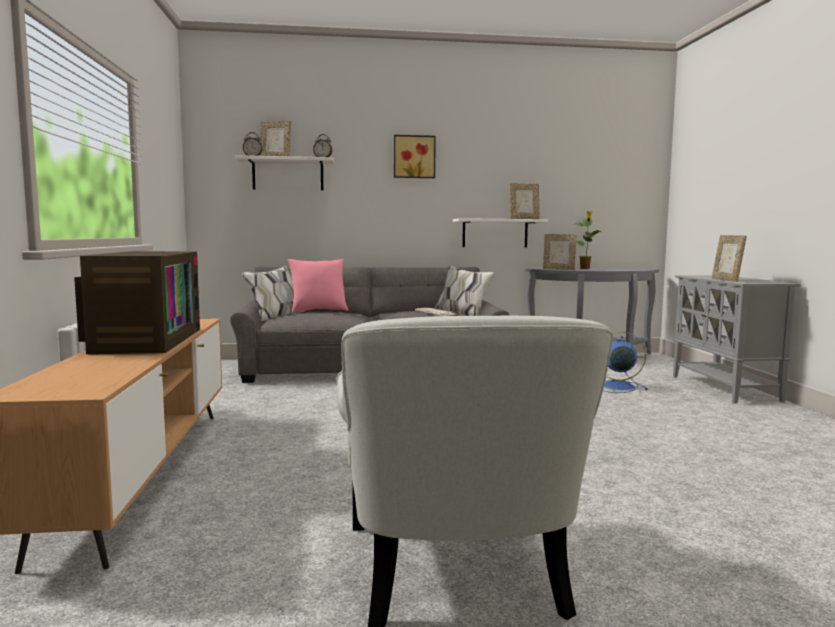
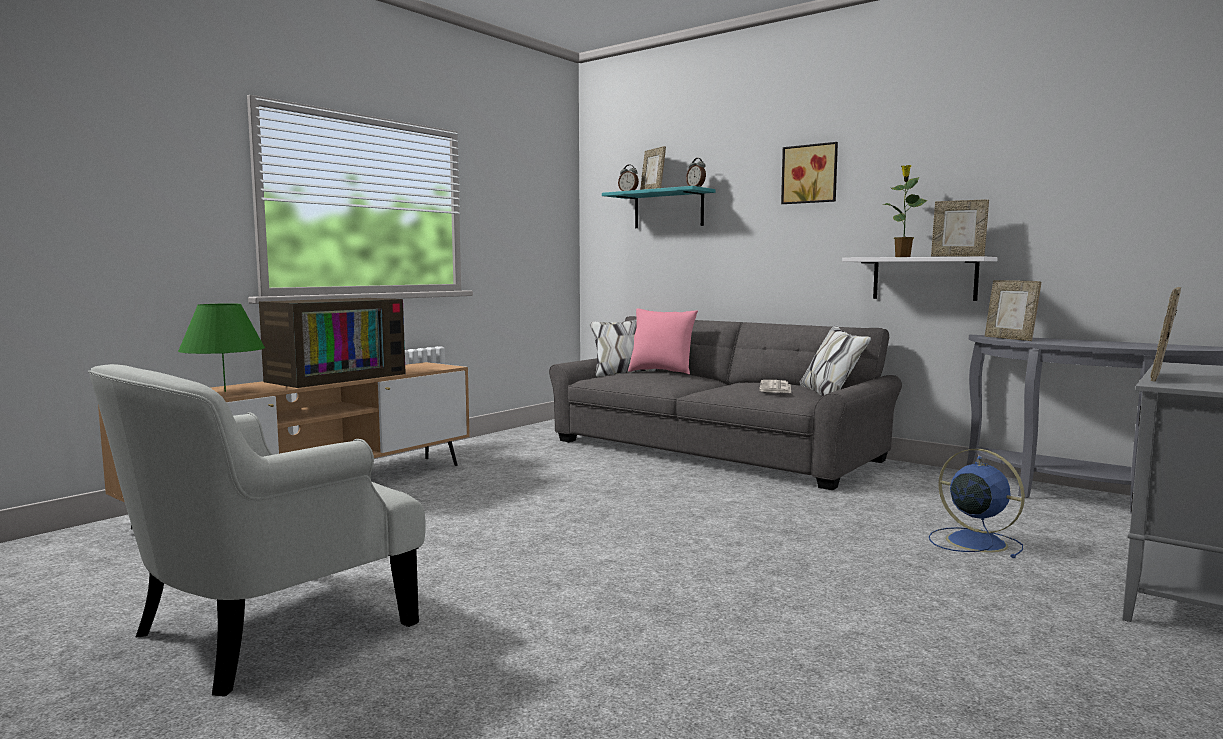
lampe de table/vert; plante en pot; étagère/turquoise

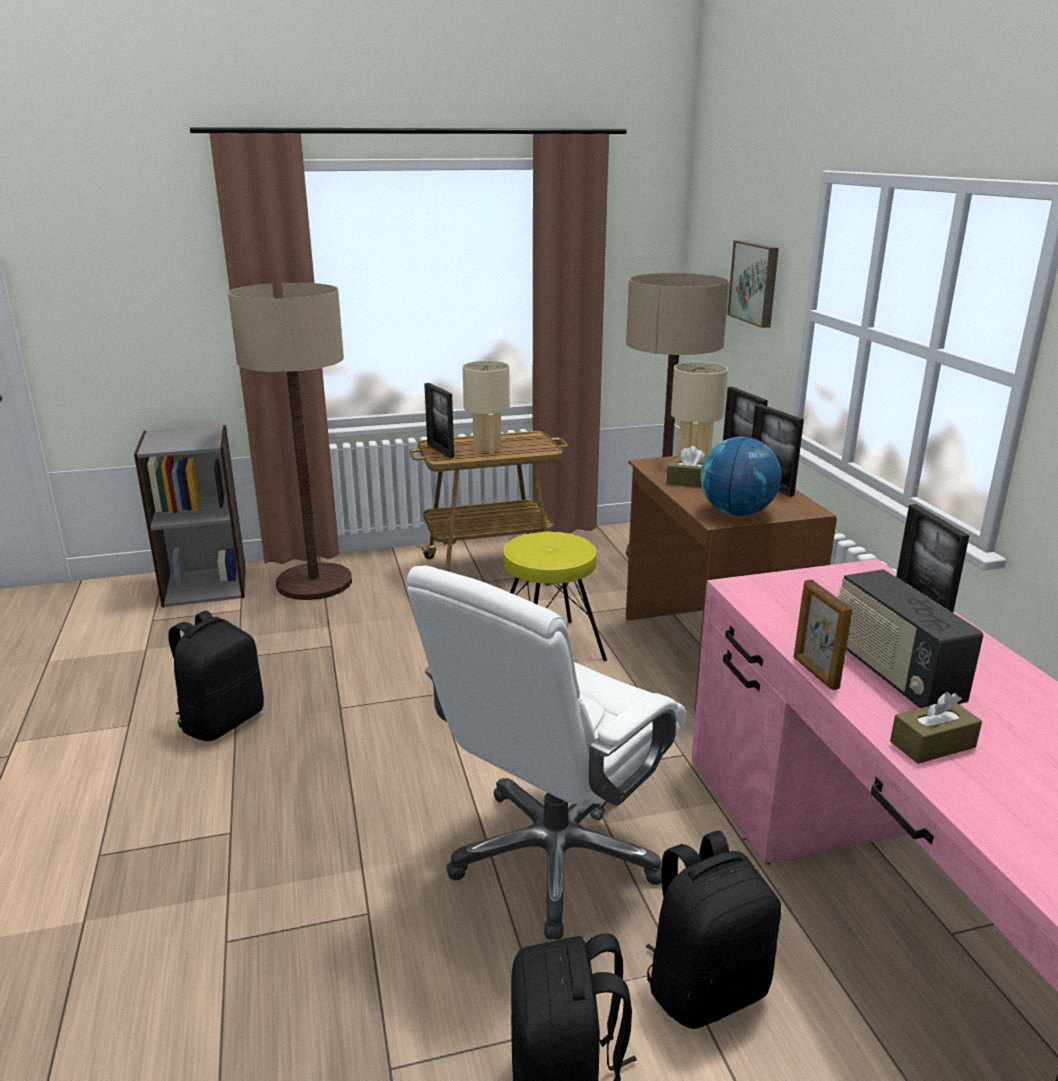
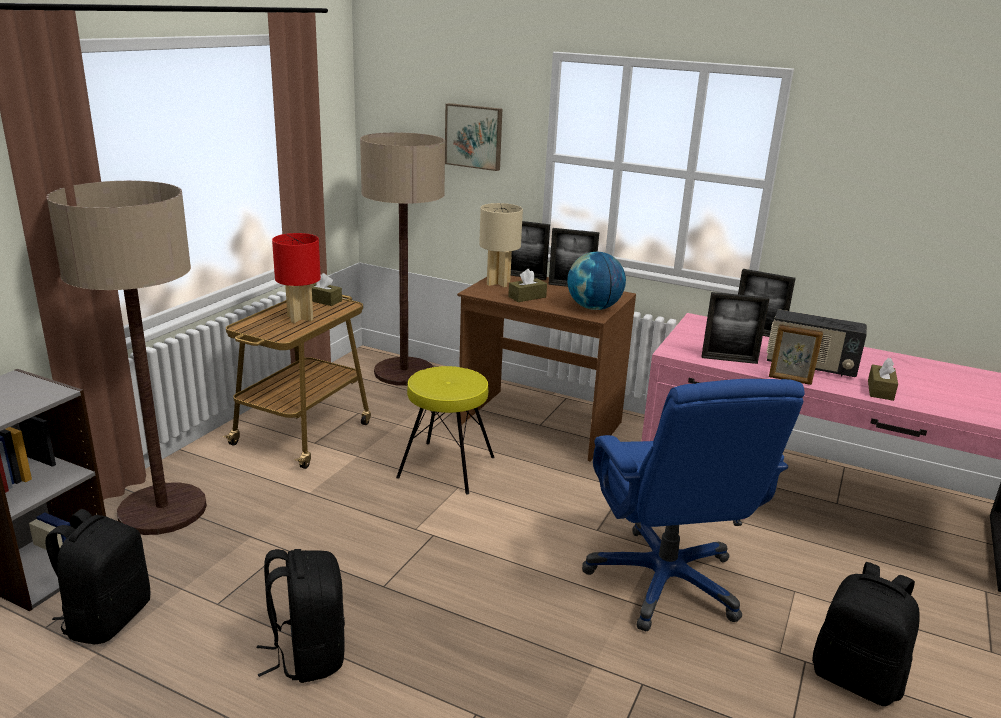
boîte à mouchoirs/marron (no. 1 from left); cadre photo (no. 3 from left); sac à dos/noir (no. 1 from left); chaise de bureau/bleu; lampe de table/rouge

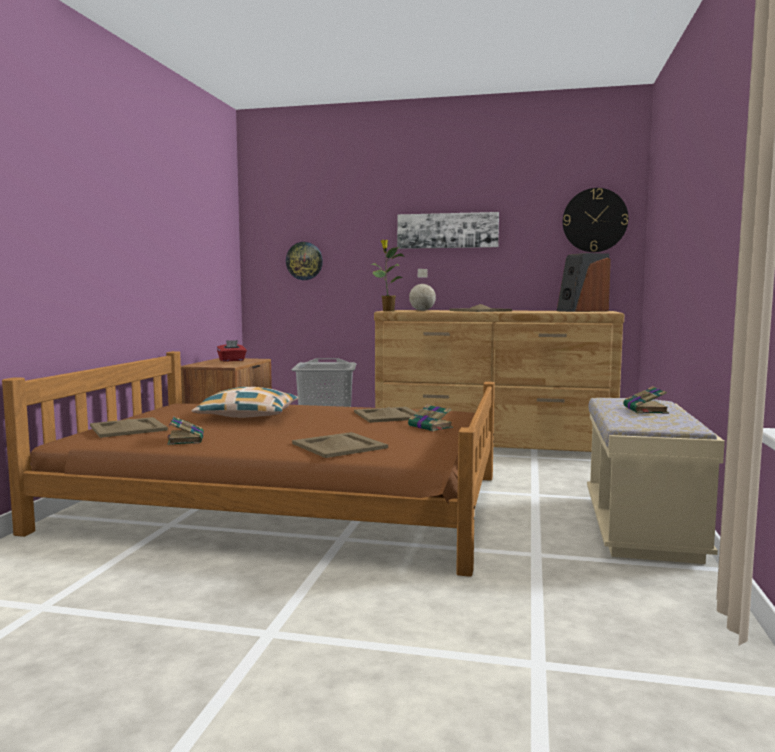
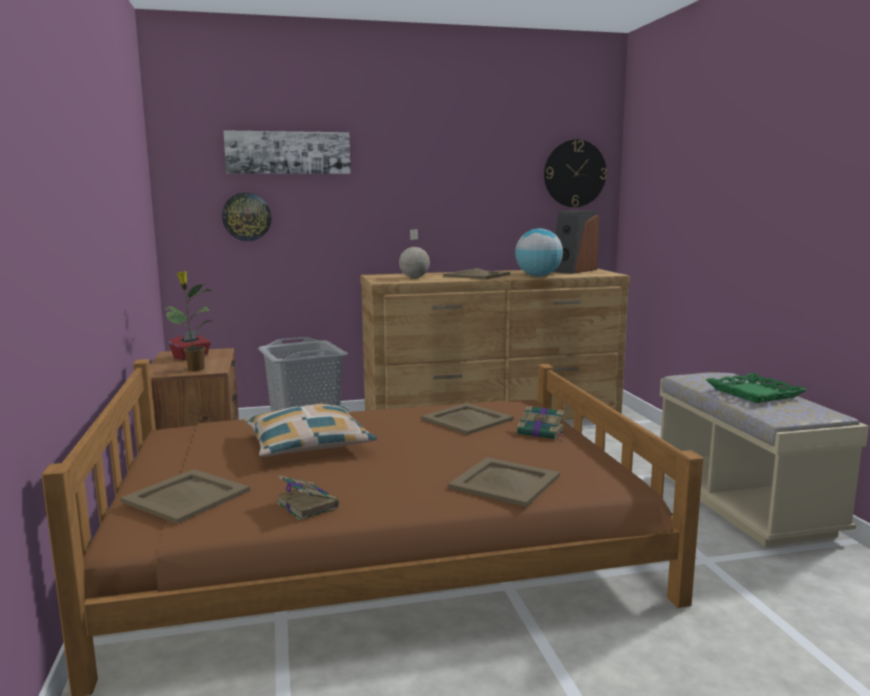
globe (no. 2 from left); plante en pot; tableau; plateau/vert

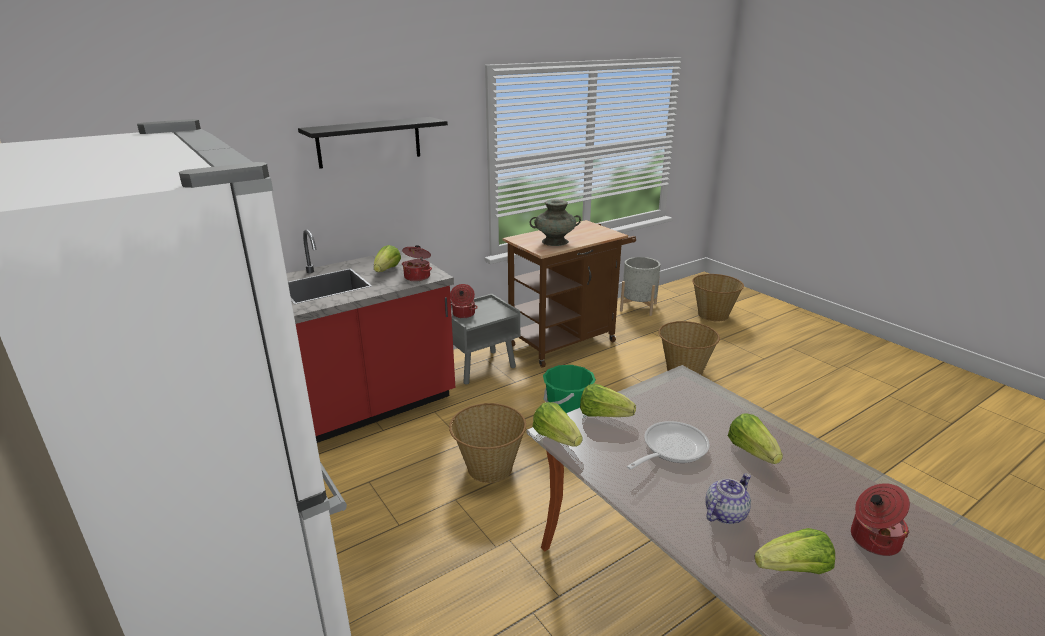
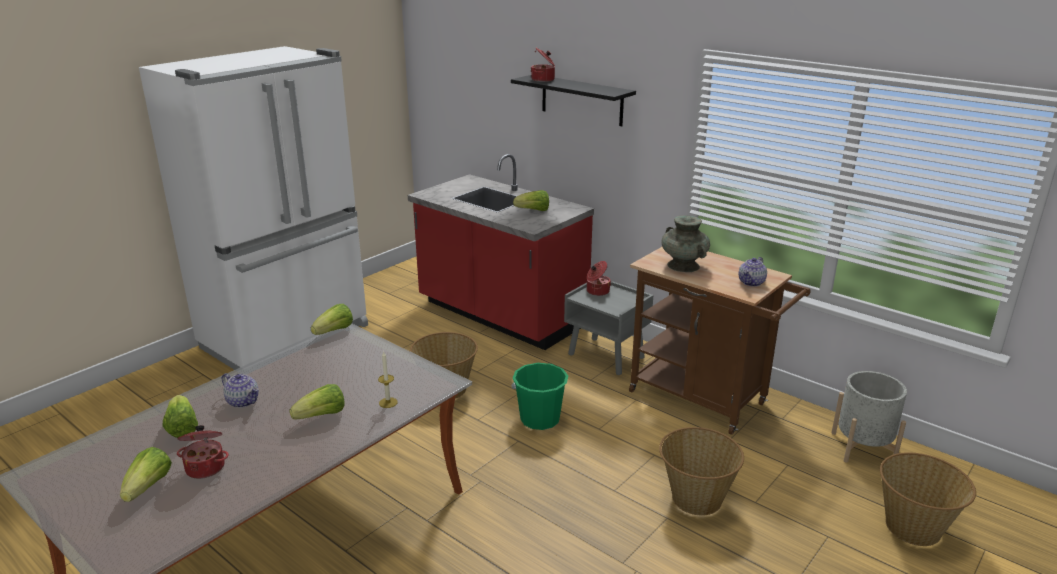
poêle; bougie; théière (no. 2 from left); marmite (no. 2 from left); laitue (no. 1 from left)

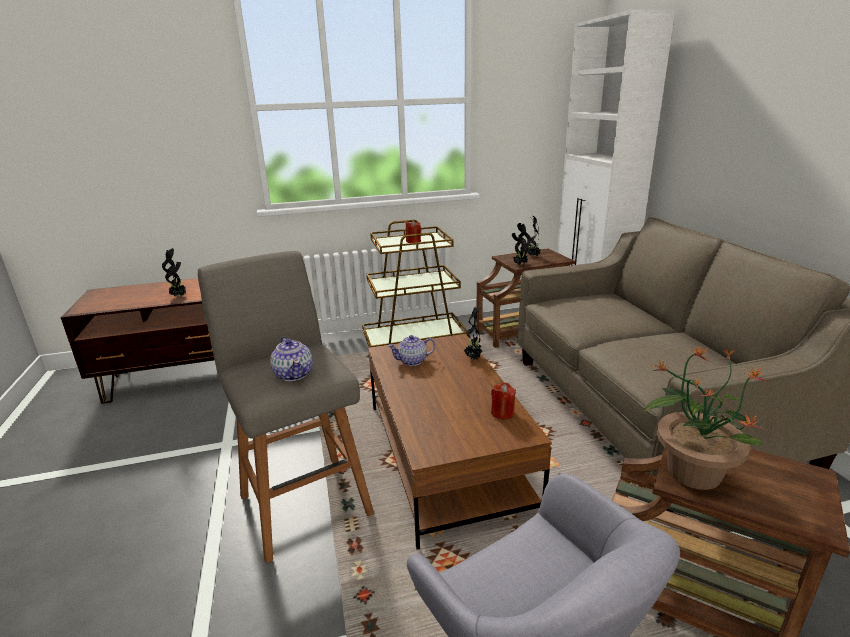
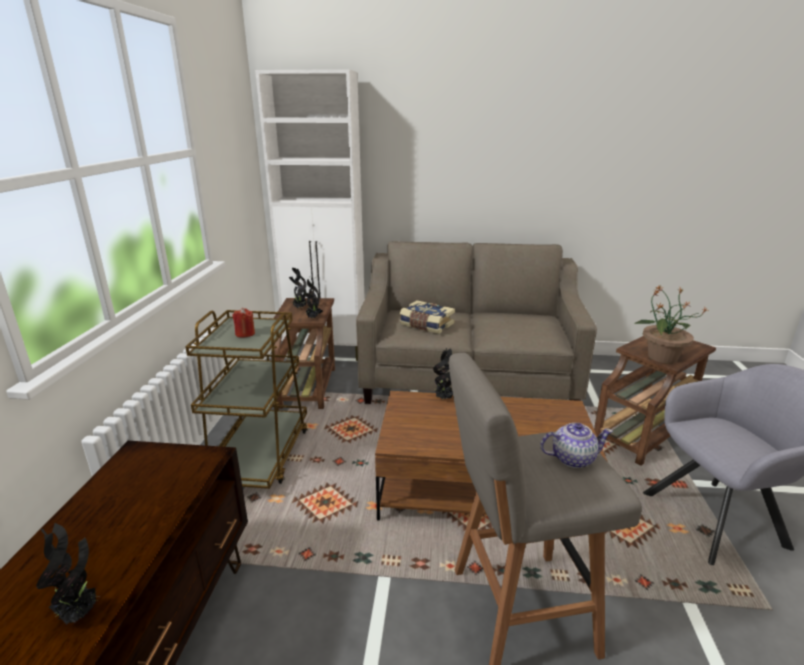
théière (no. 2 from left in the first image); bougie/rouge (no. 2 from left in the first image); livre

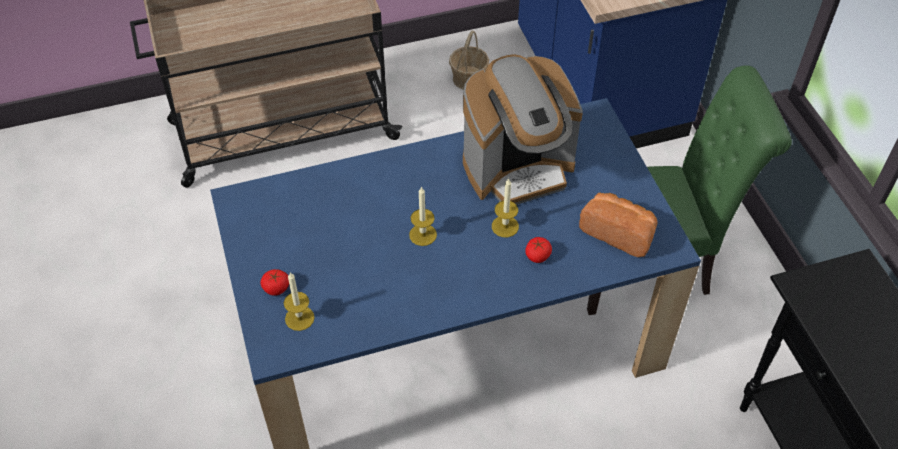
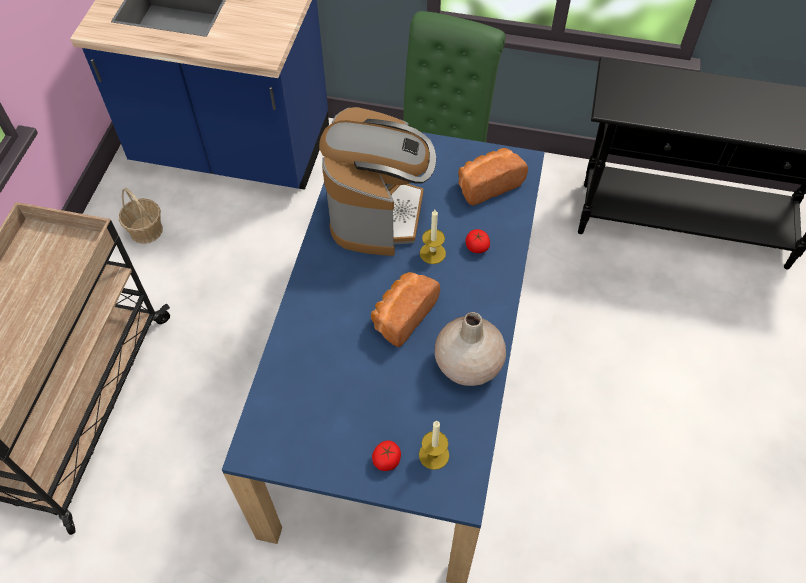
vase/beige; pain (no. 1 from left)

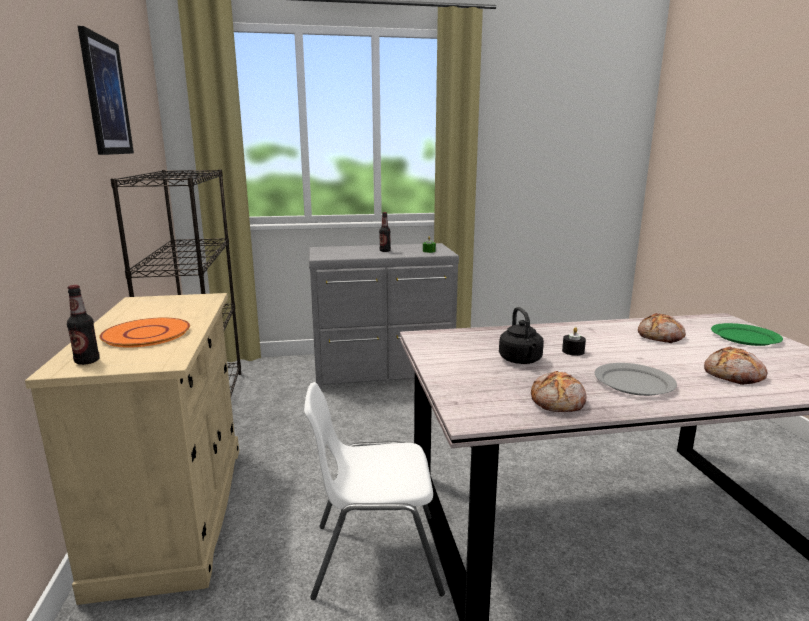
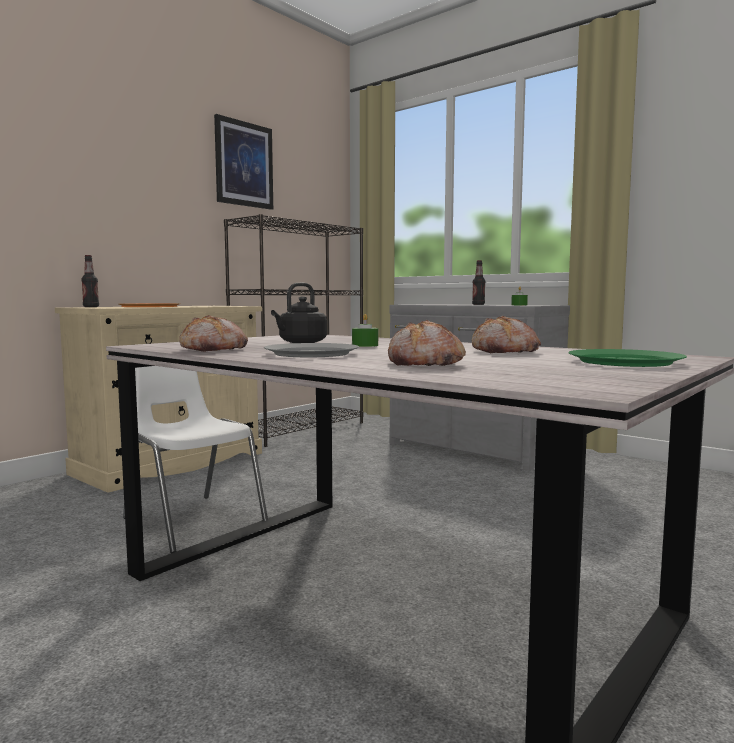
bougie/vert (no. 1 from left)

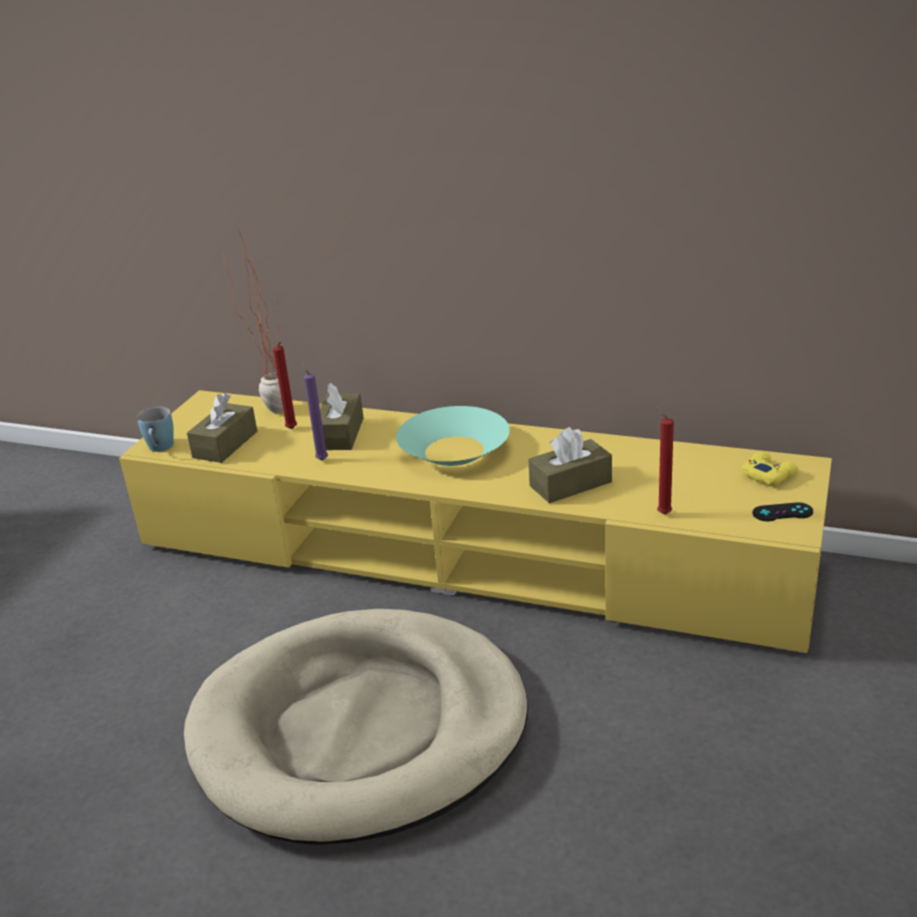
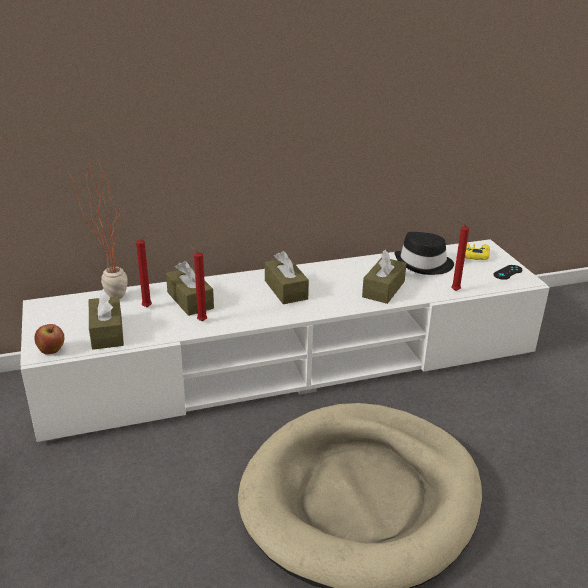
chapeau/noir; pomme; boîte à mouchoirs/marron (no. 3 from left); meuble télé/blanc; bougie/rouge (no. 2 from left)

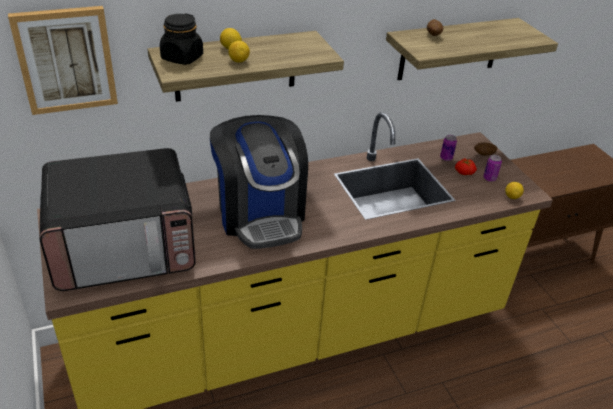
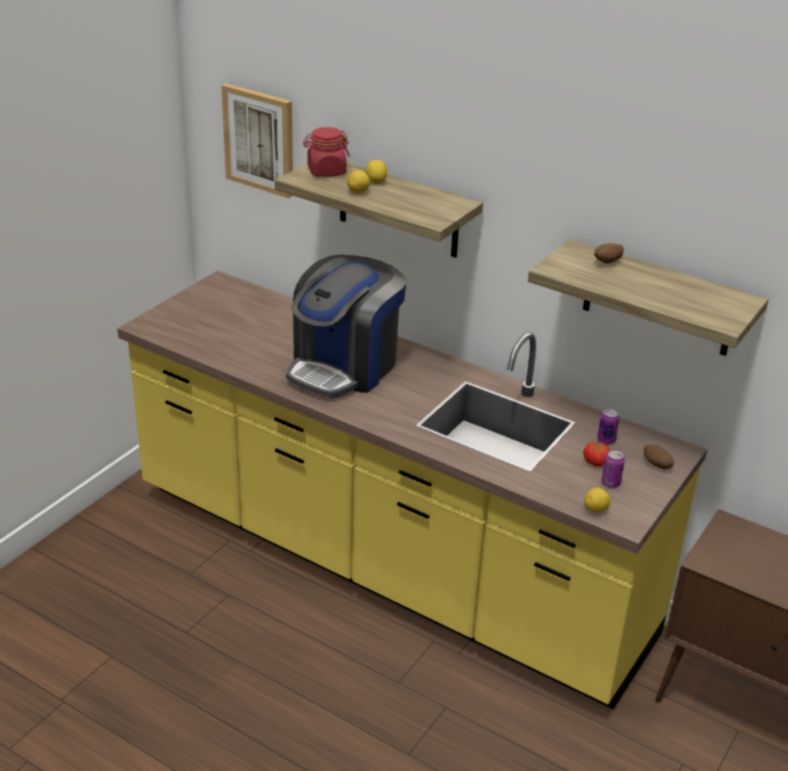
micro-ondes; bocal/rouge

